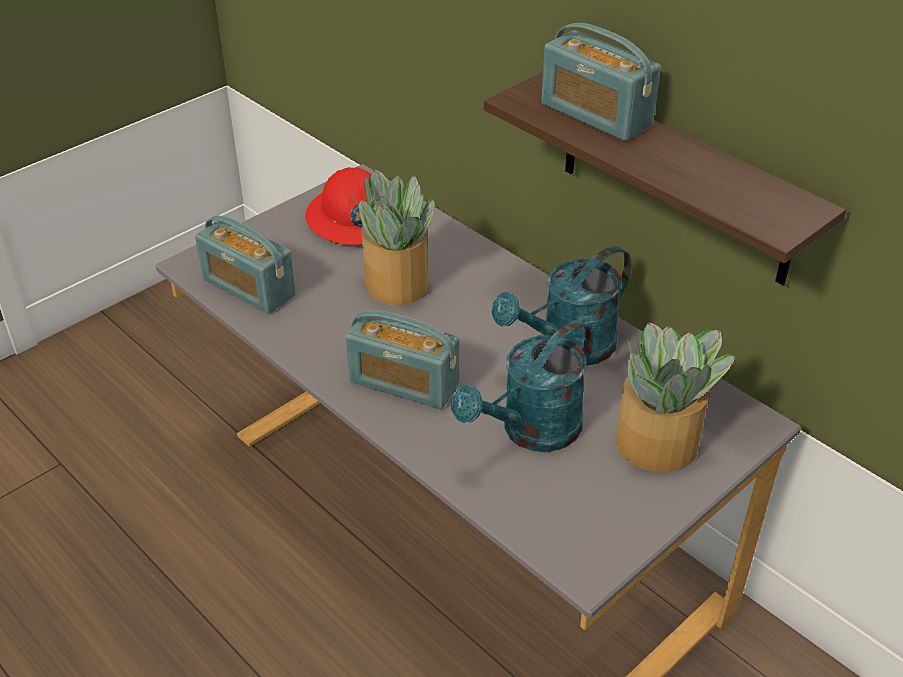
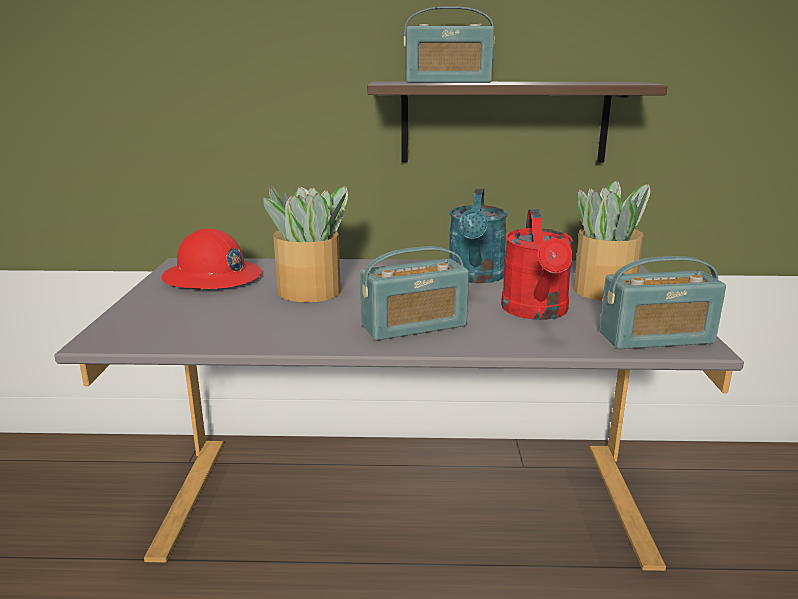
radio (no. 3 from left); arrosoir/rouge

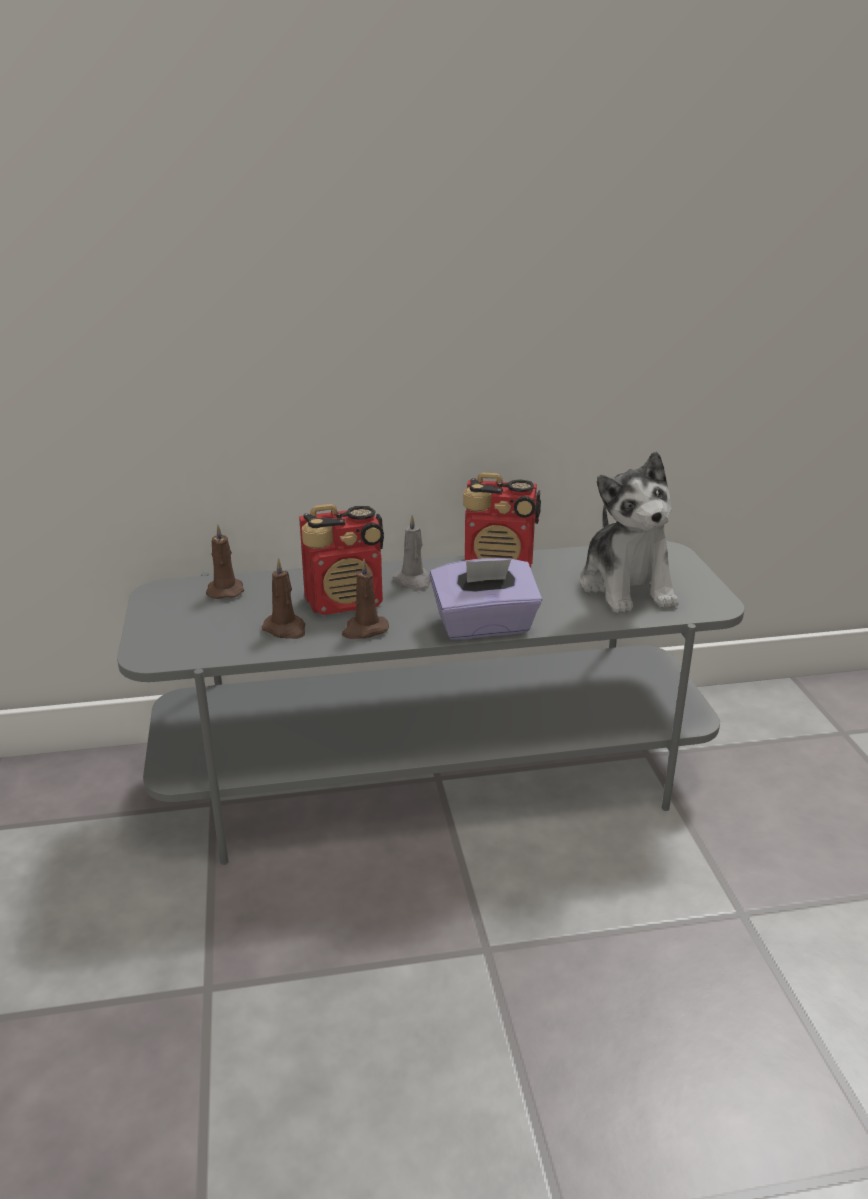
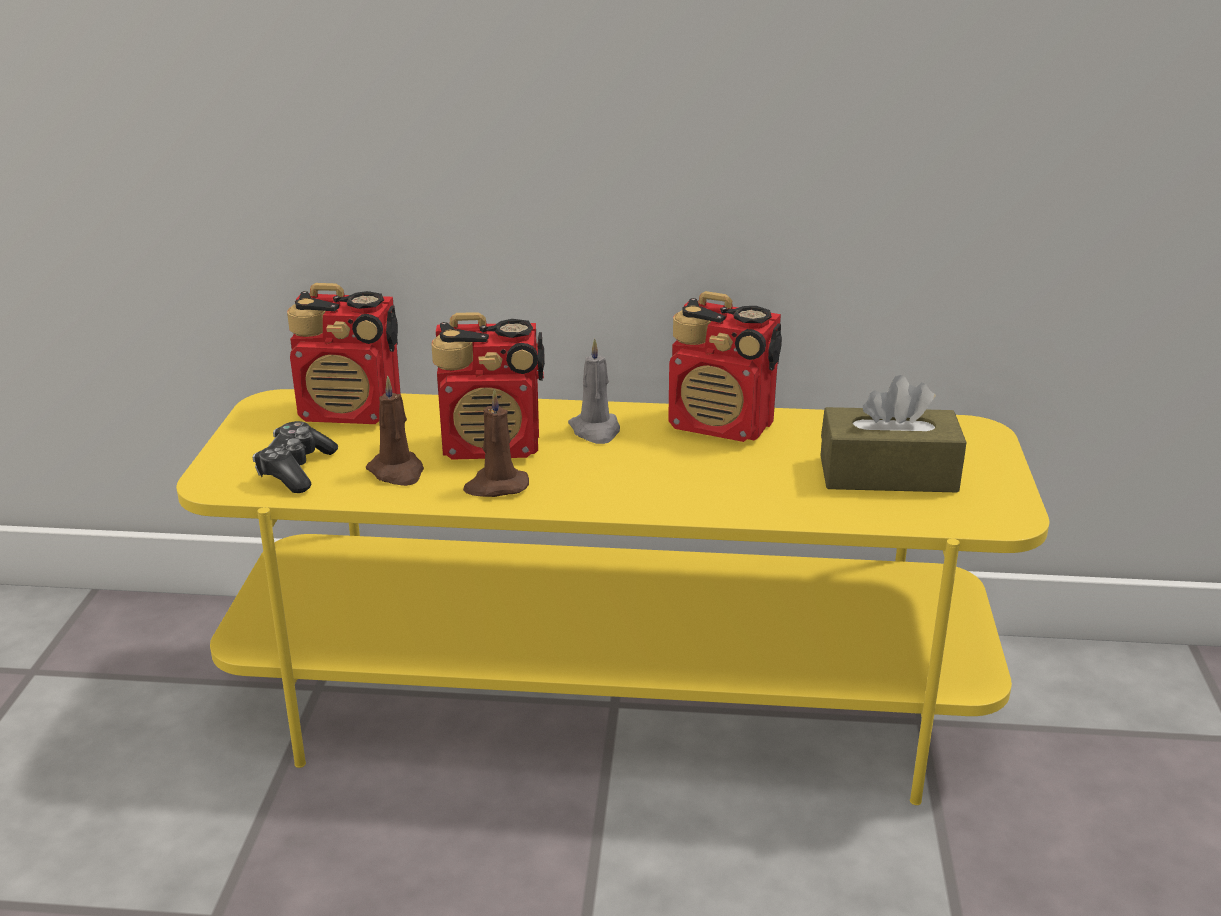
boîte à mouchoirs/violet; manette; radio (no. 1 from left); boîte à mouchoirs/marron; meuble télé/jaune

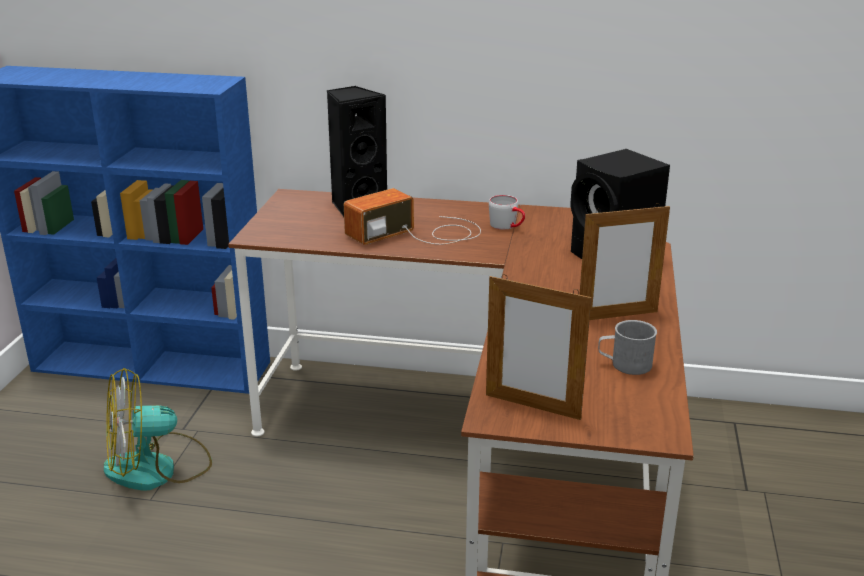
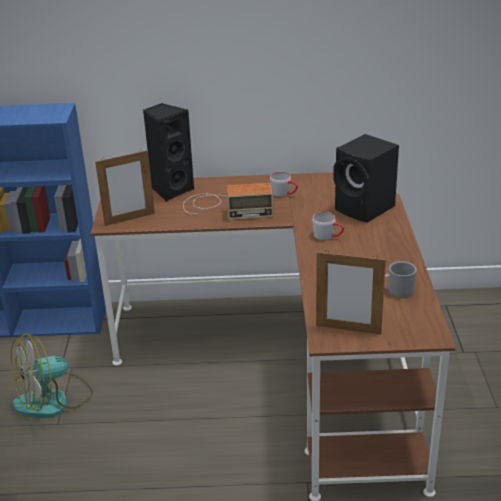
mug/gris (no. 2 from left); cadre photo (no. 1 from left); radio

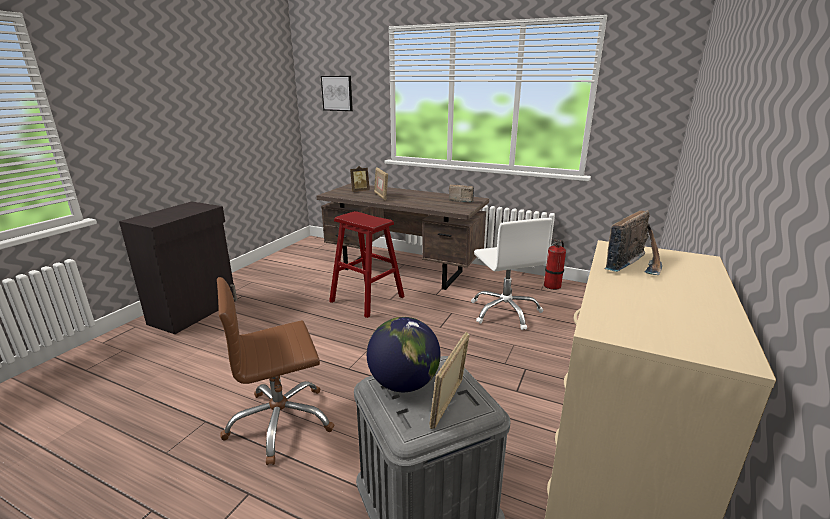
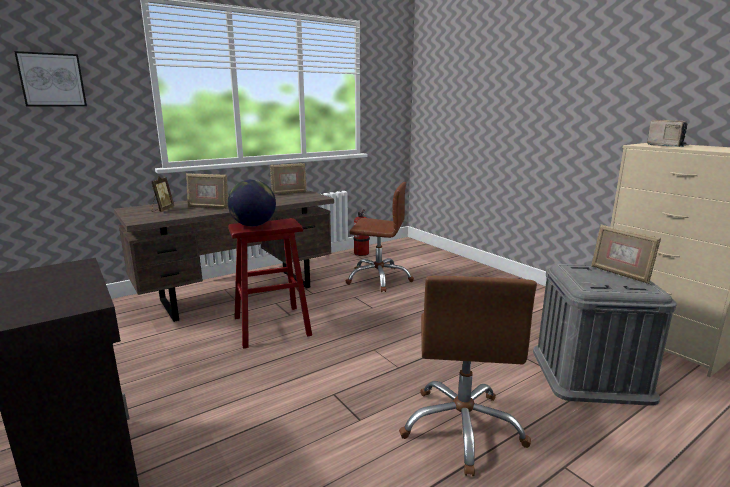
globe; cadre photo (no. 3 from left); chaise de bureau/marron (no. 1 from left)

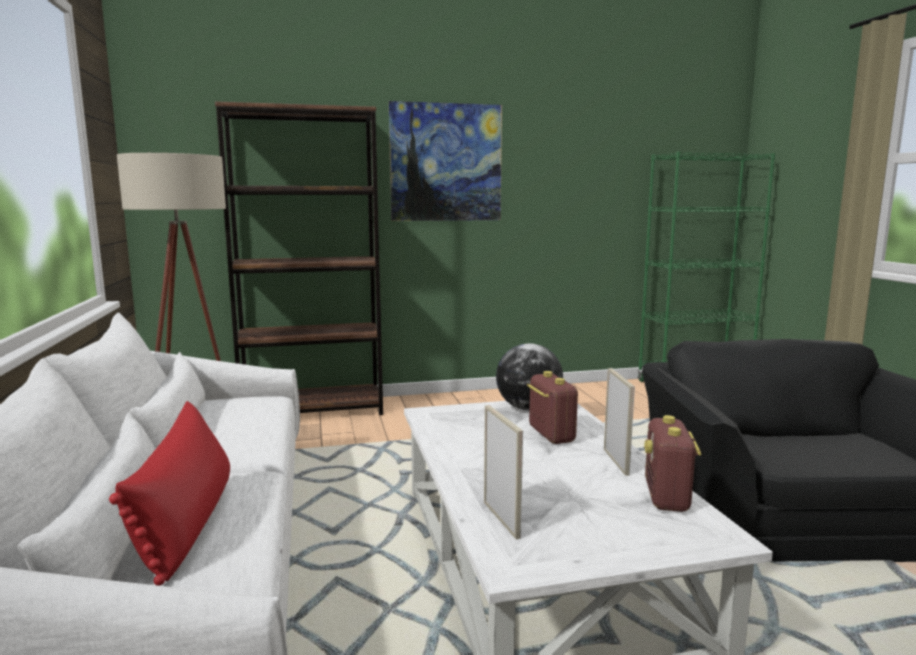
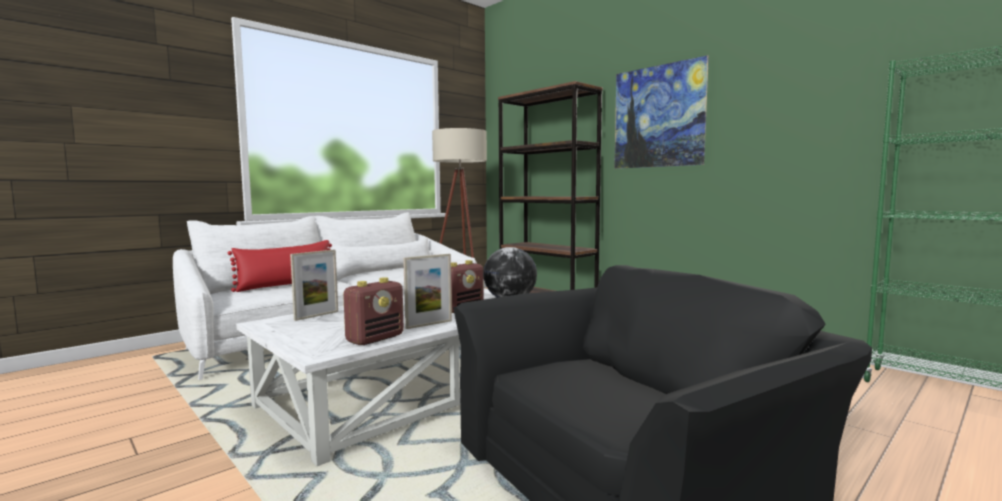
radio (no. 1 from left)

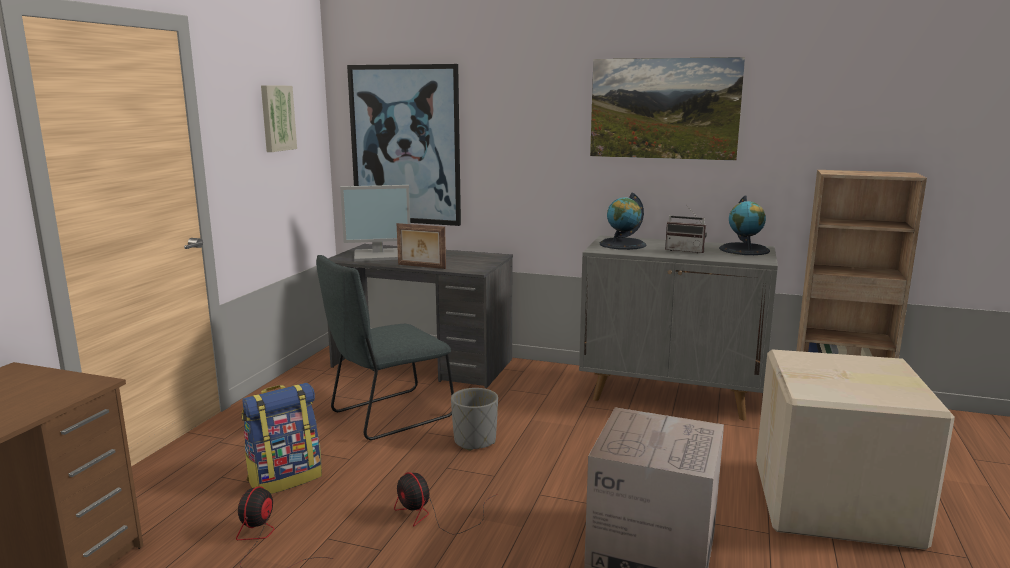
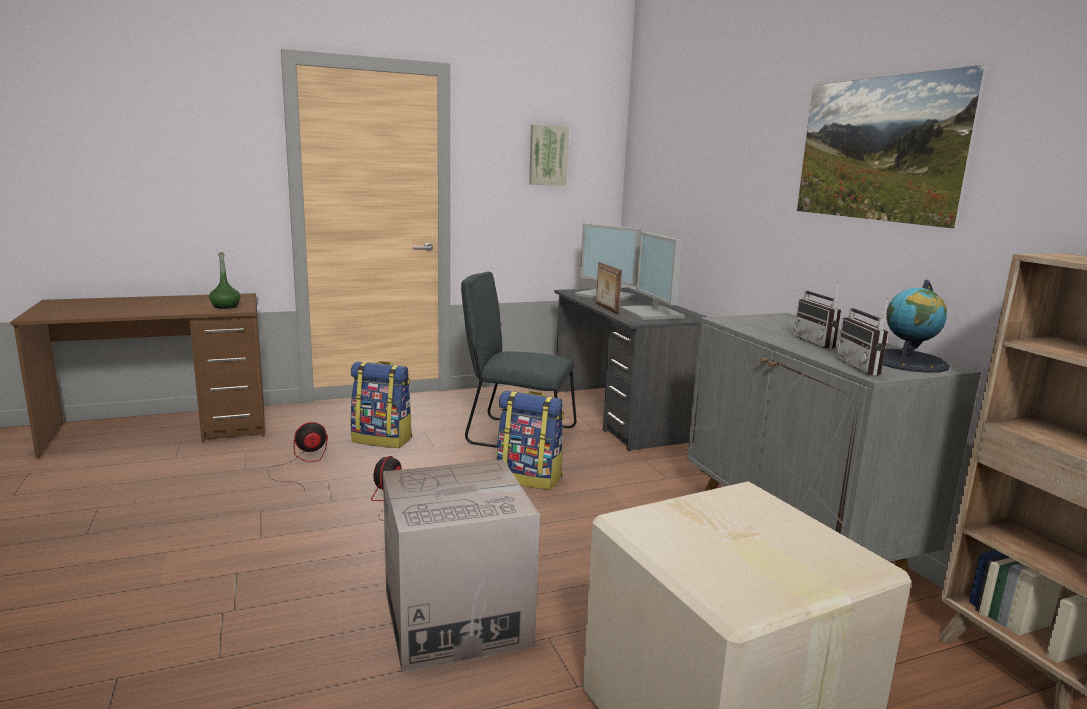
tableau (no. 2 from left in the first image); globe (no. 1 from left in the first image); bouteille/vert; écran d'ordinateur (no. 2 from left); radio (no. 2 from left); sac à dos (no. 2 from left)

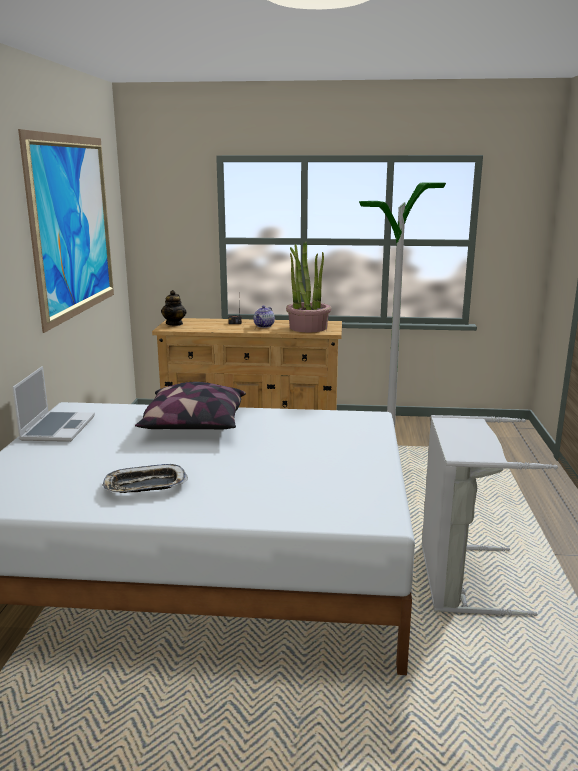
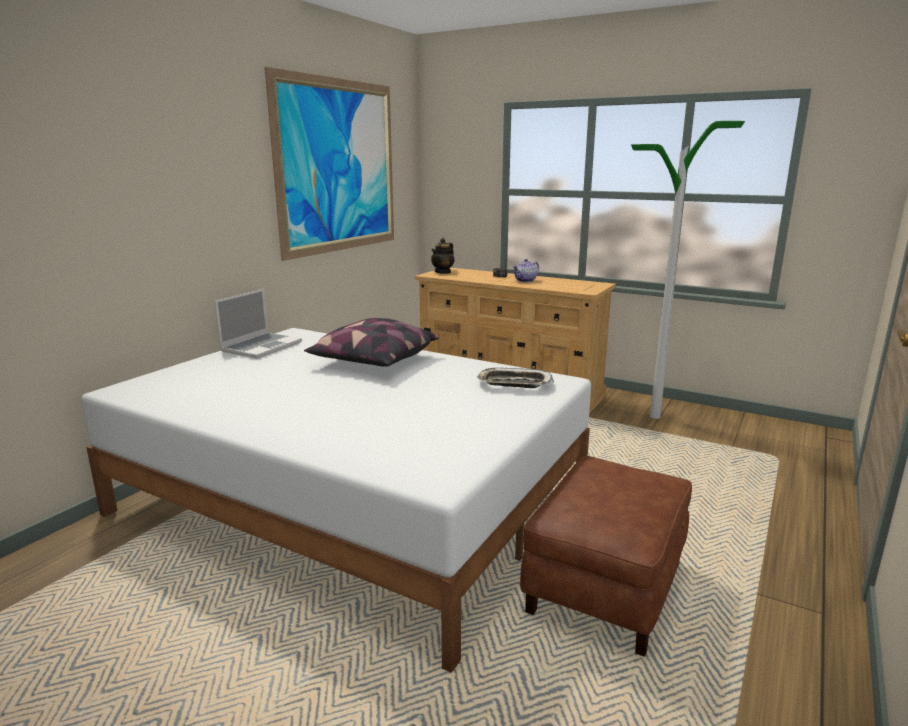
plante en pot; plateau; pouf/marron

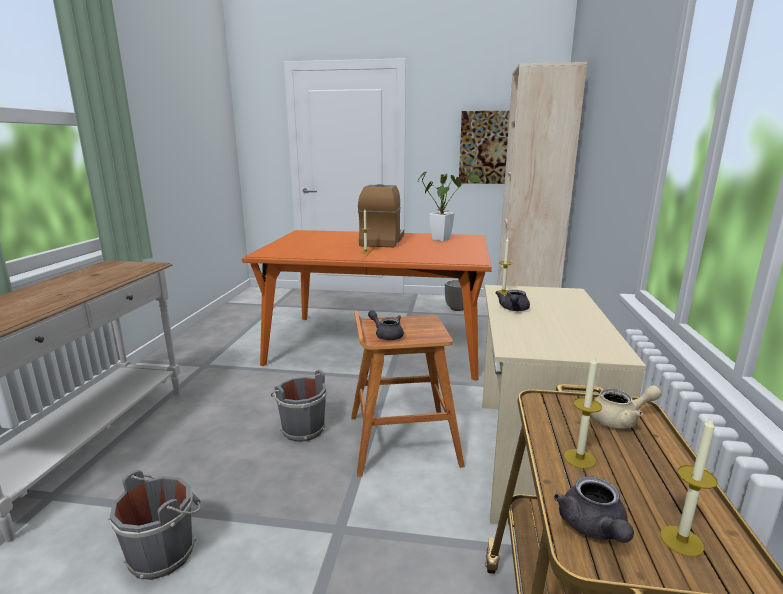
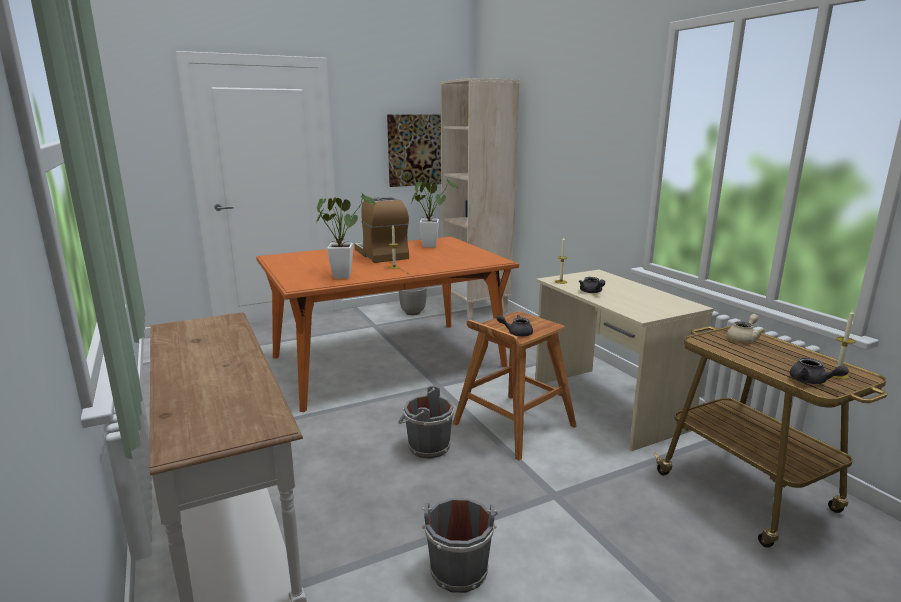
bougie (no. 3 from left in the first image); plante en pot (no. 1 from left)

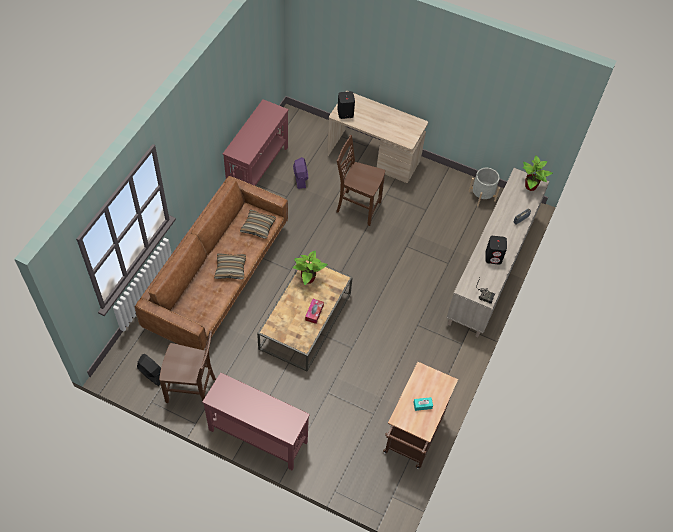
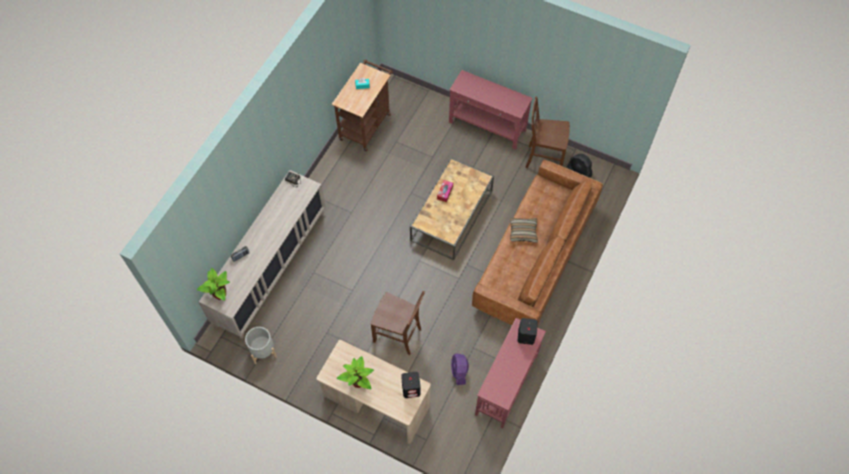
coussin (no. 2 from left in the first image); plante en pot (no. 2 from left); enceinte/noir (no. 2 from left)

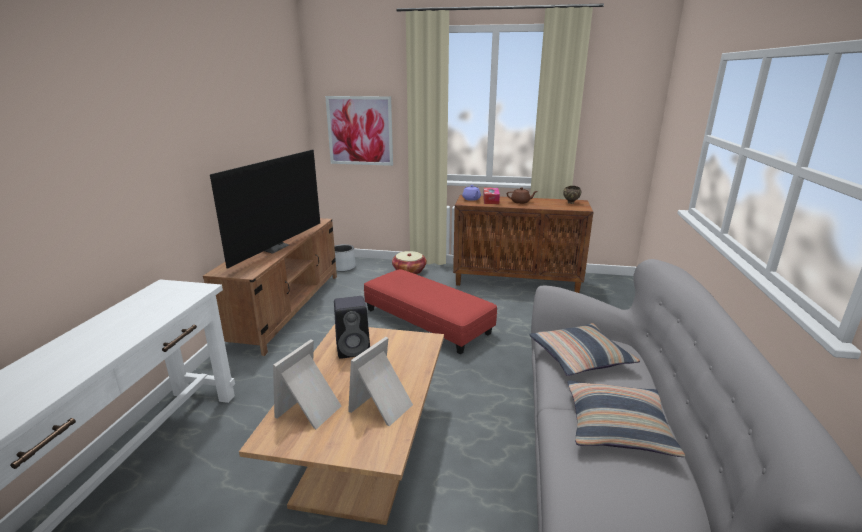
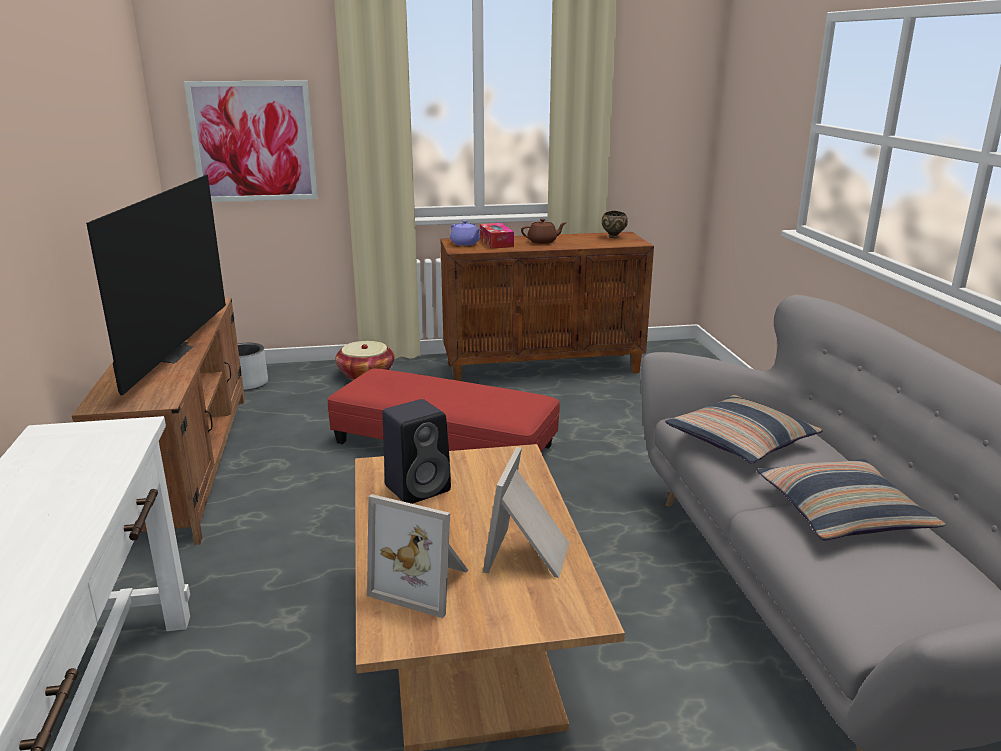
cadre photo (no. 1 from left)

